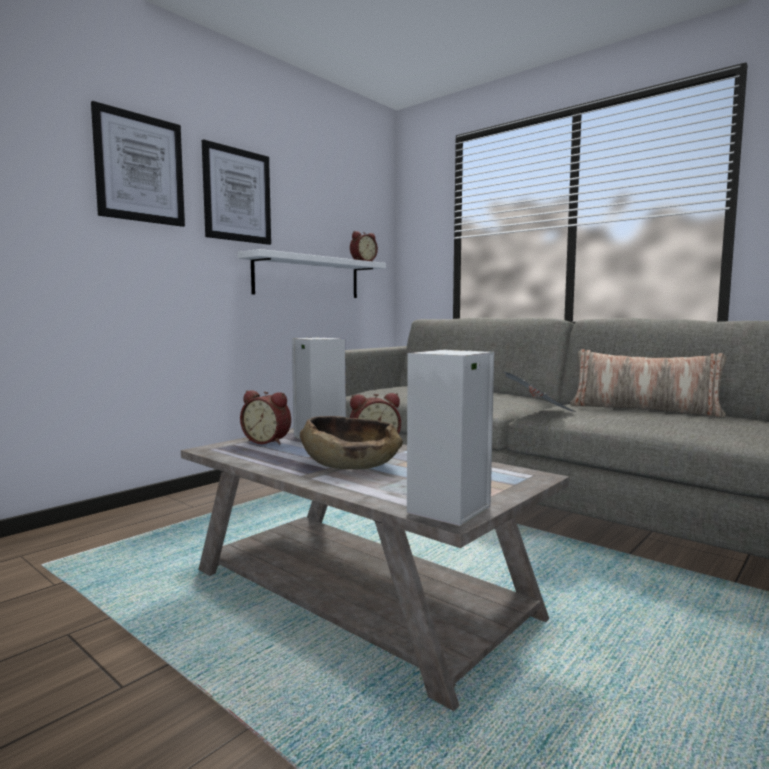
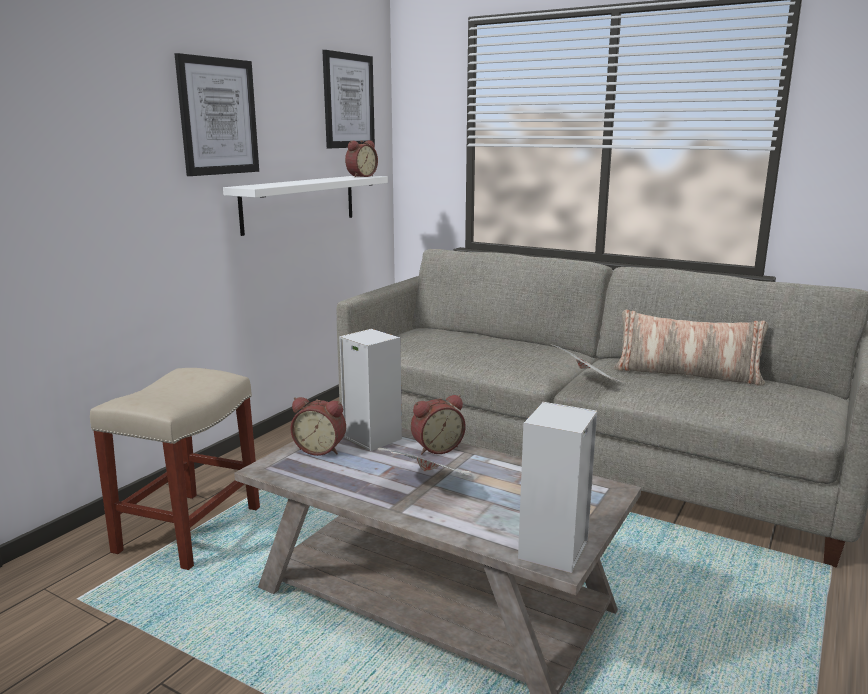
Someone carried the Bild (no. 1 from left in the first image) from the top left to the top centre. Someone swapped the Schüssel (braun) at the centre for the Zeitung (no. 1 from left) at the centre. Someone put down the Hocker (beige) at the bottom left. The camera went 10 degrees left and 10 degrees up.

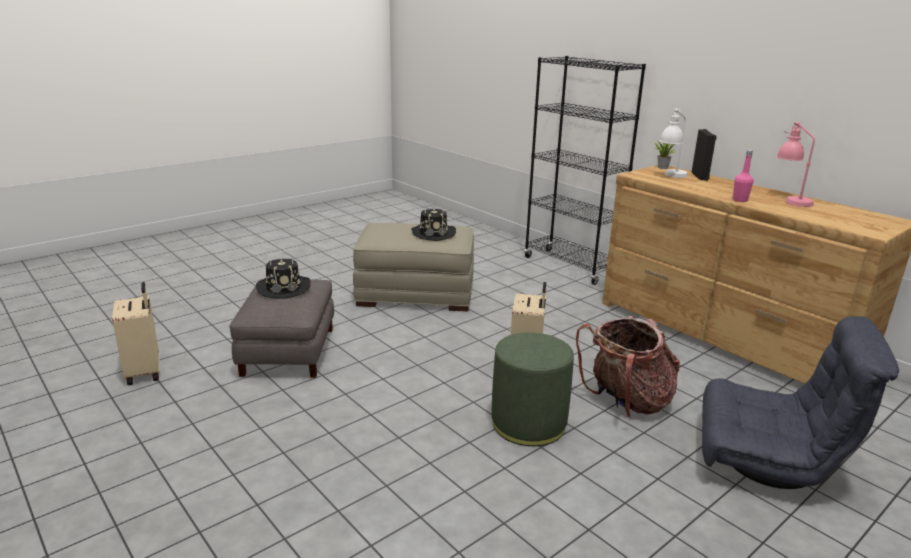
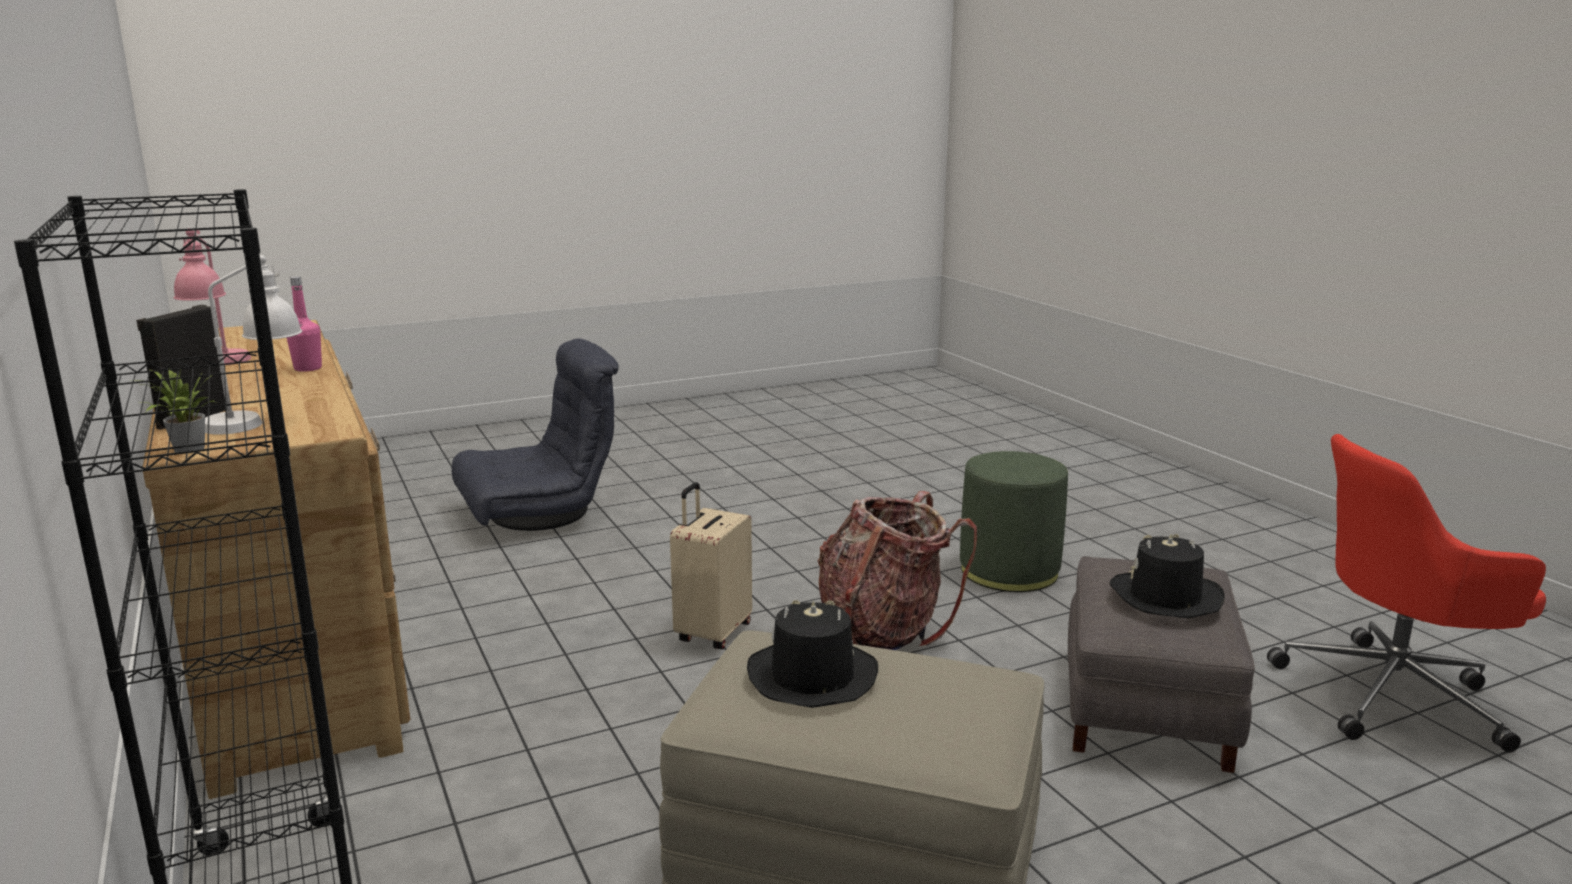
Someone swapped the Koffer (beige) (no. 1 from left) at the middle left for the Bürostuhl (rot) at the bottom right. Someone carried the Rucksack from the middle right to the centre. Someone rotated the Sessel (grau) at the bottom right by 120 degrees clockwise. Someone carried the Polsterhocker (grün) from the bottom centre to the centre. The camera went 165 degrees left and 5 degrees down.

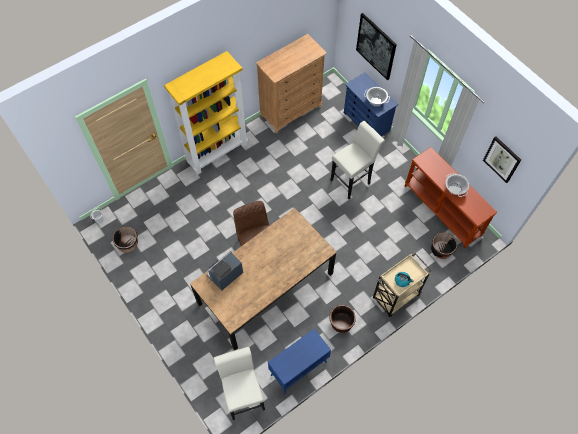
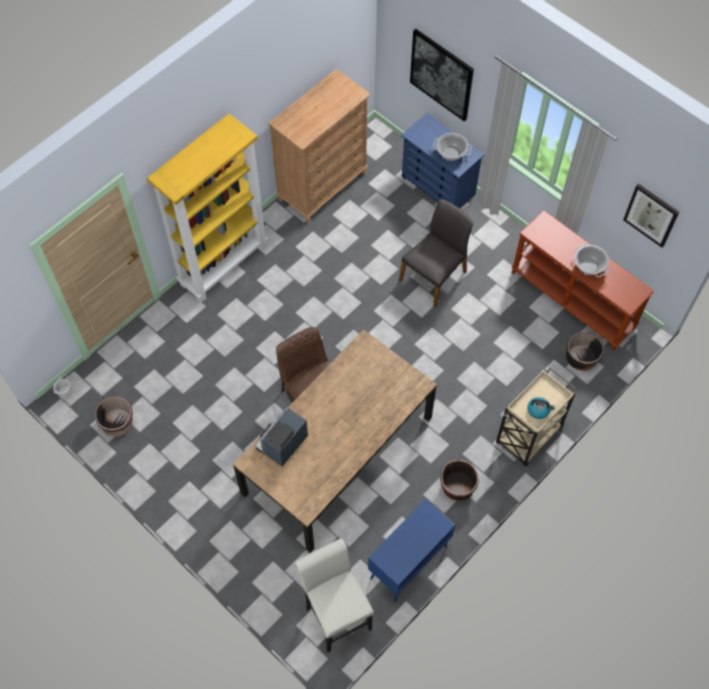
Someone swapped the Hocker (weiß) (no. 2 from left) at the centre for the Stuhl (grau) at the centre. The camera went 10 degrees left and 0 degrees up.

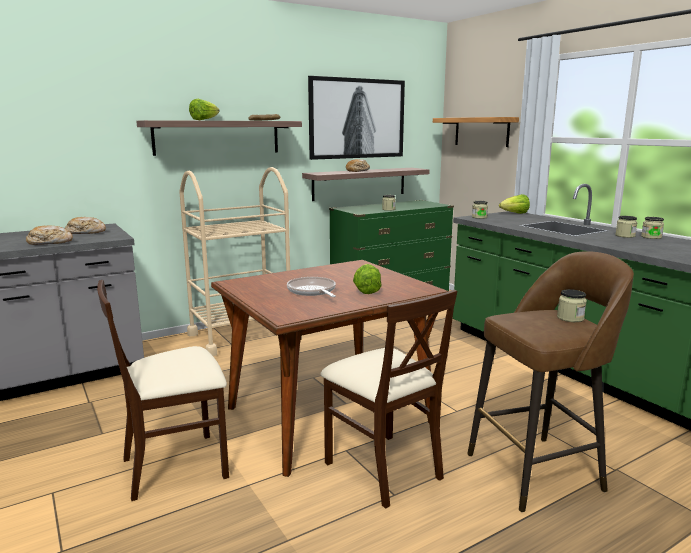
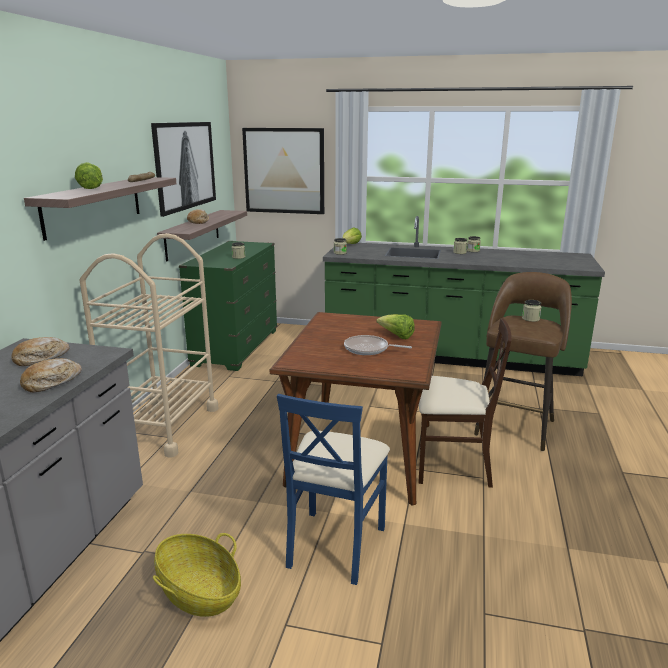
Someone swapped the Wandregal (no. 3 from left) at the top right for the Bild (no. 2 from left) at the top centre. Someone repainted the Stuhl (beige) (no. 1 from left) at the bottom left, which became the Stuhl (blau) at the bottom centre. Someone put down the Korb at the bottom left. The camera went 45 degrees left and 5 degrees up.

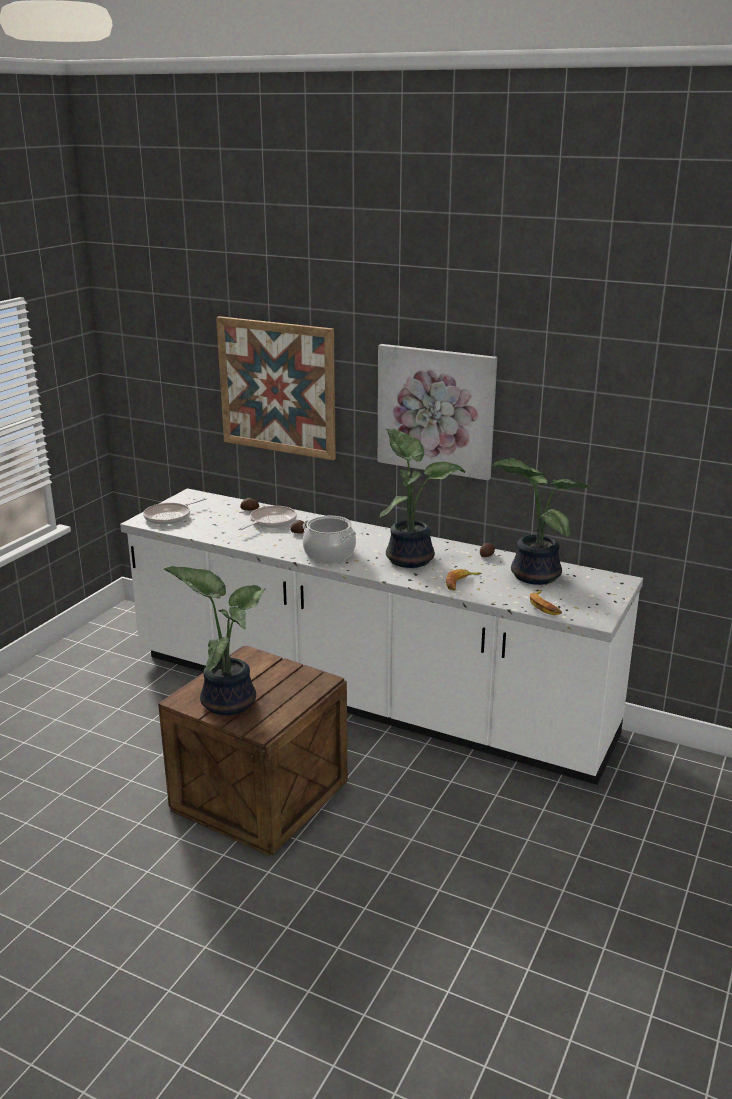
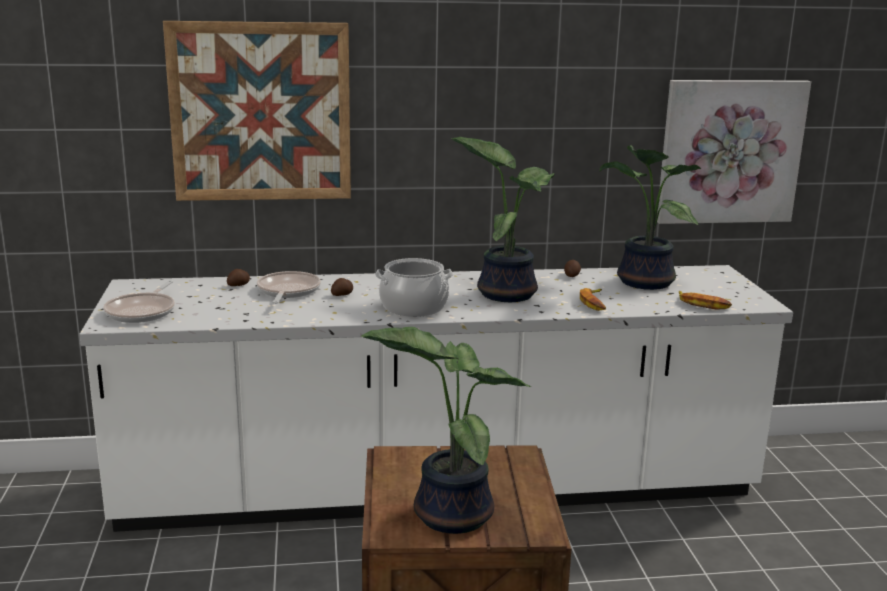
Someone carried the Bild (no. 2 from left) from the centre to the top right. The camera went 35 degrees left and 5 degrees down.

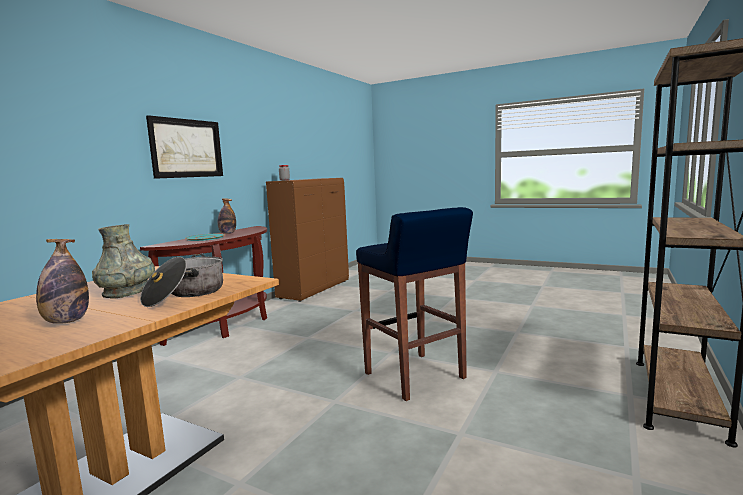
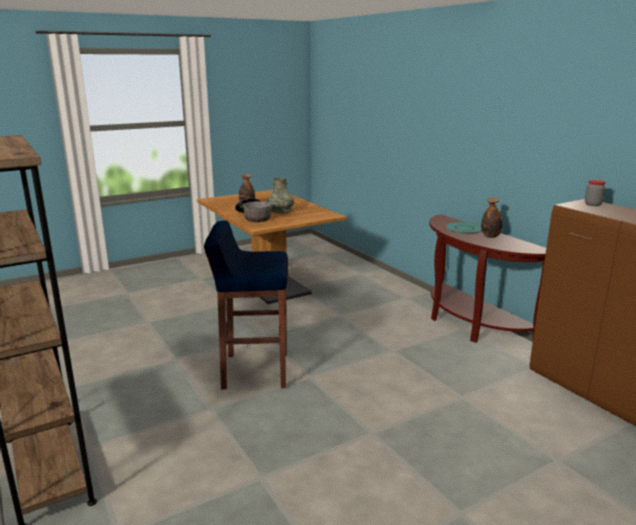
Someone took away the Bild at the top left. The camera went 120 degrees right and 10 degrees up.

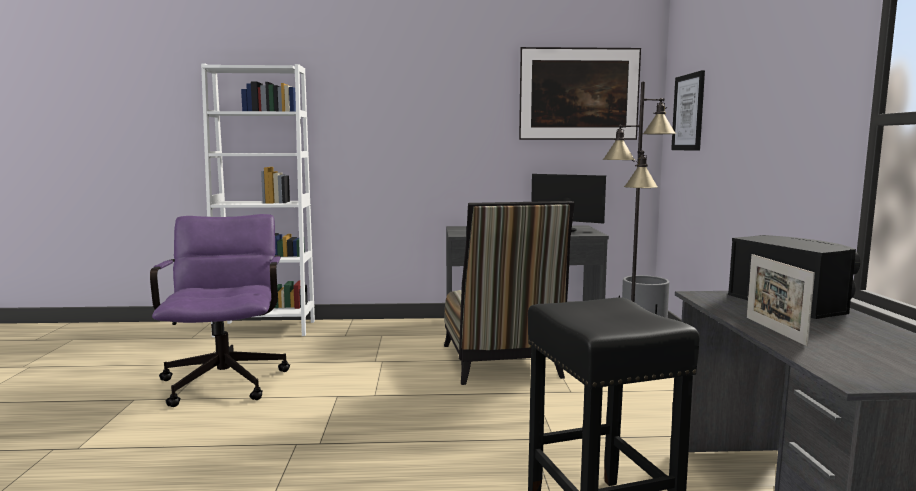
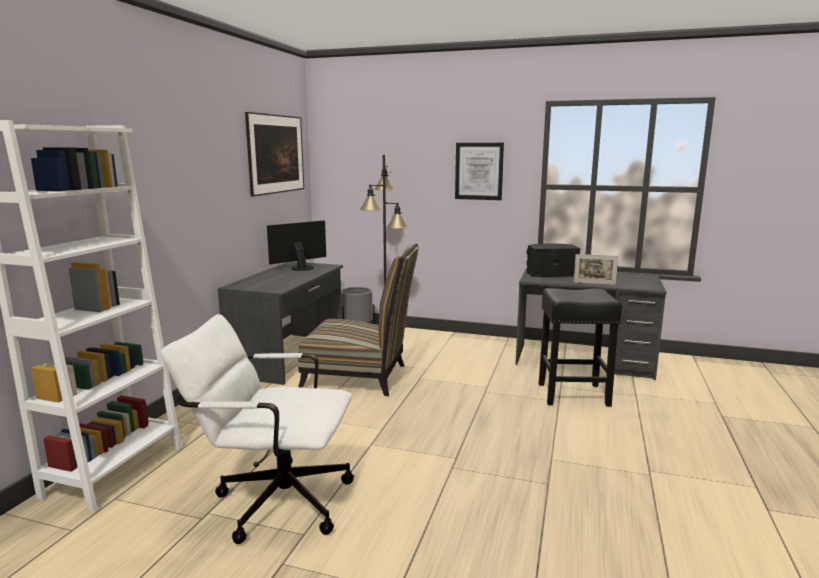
Someone carried the Bild (no. 2 from left) from the top right to the top centre. Someone repainted the Bürostuhl (lila) at the middle left, which became the Bürostuhl (weiß) at the bottom left. The camera went 70 degrees left and 5 degrees up.

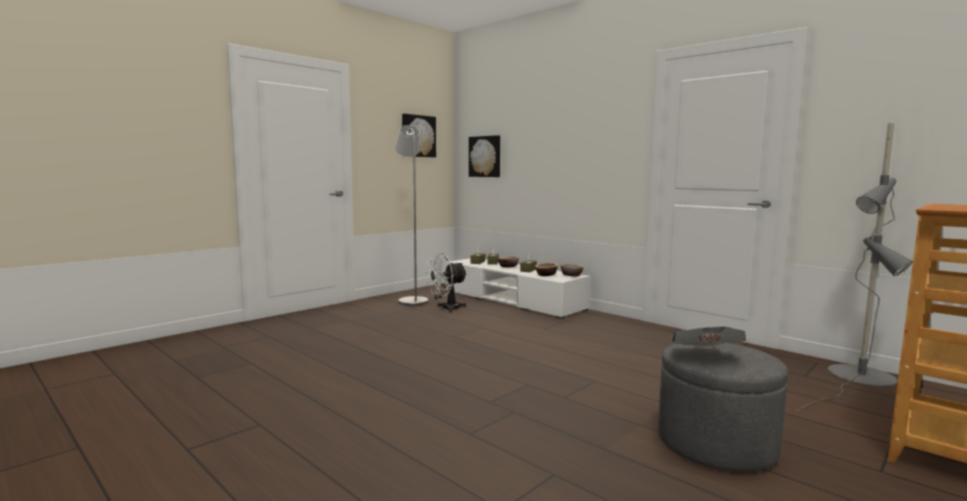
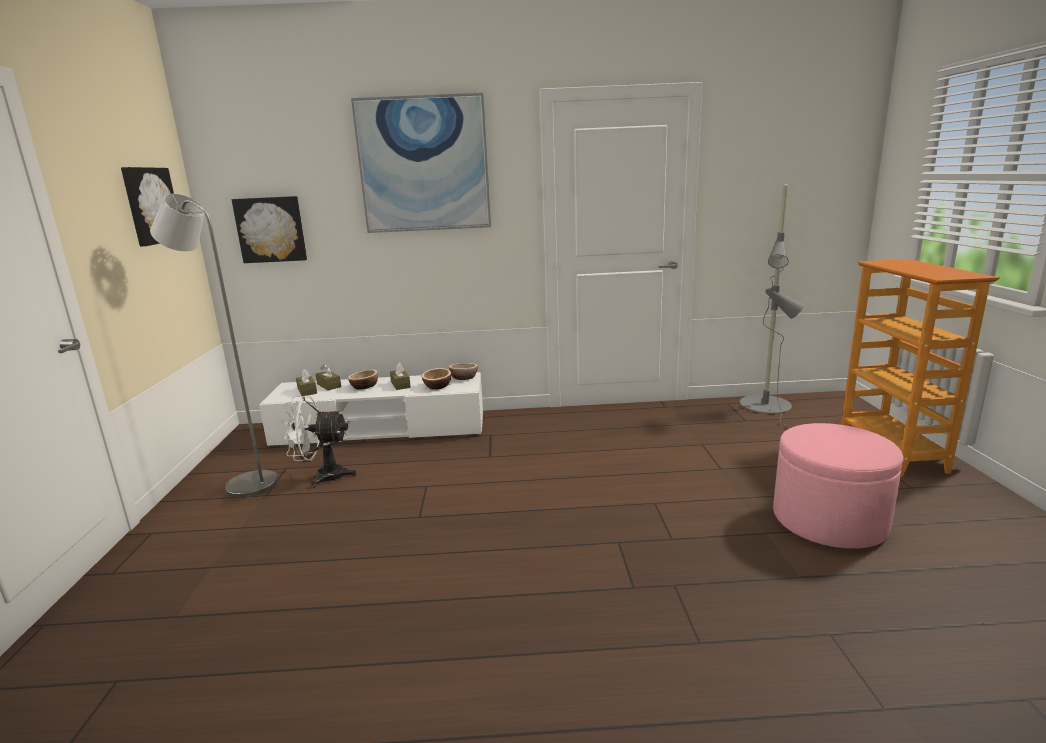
Someone rotated the Ventilator (weiß) at the centre by 75 degrees clockwise. Someone took away the Zeitung at the bottom right. Someone repainted the Polsterhocker (grau) at the bottom right, which became the Polsterhocker (rosa) at the middle right. Someone put up the Bild (no. 3 from left) at the top centre. The camera went 45 degrees left and 10 degrees up.

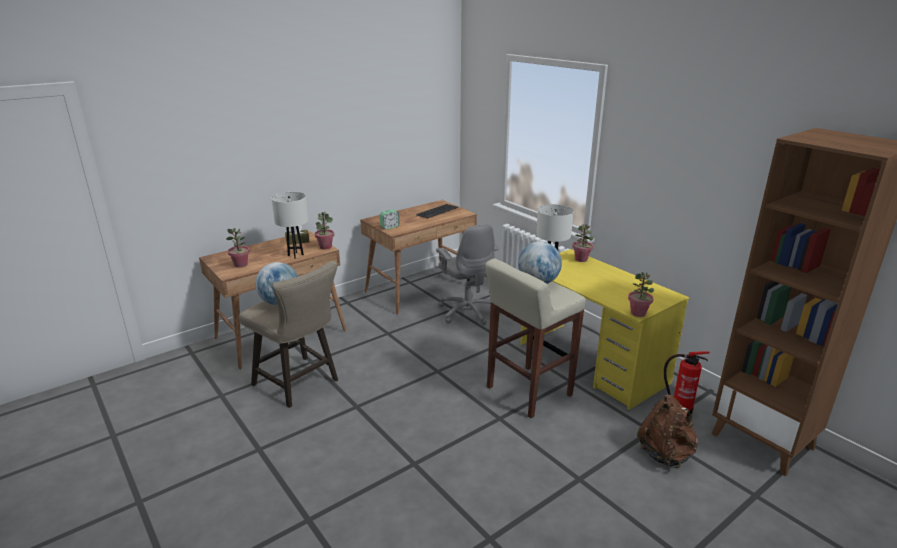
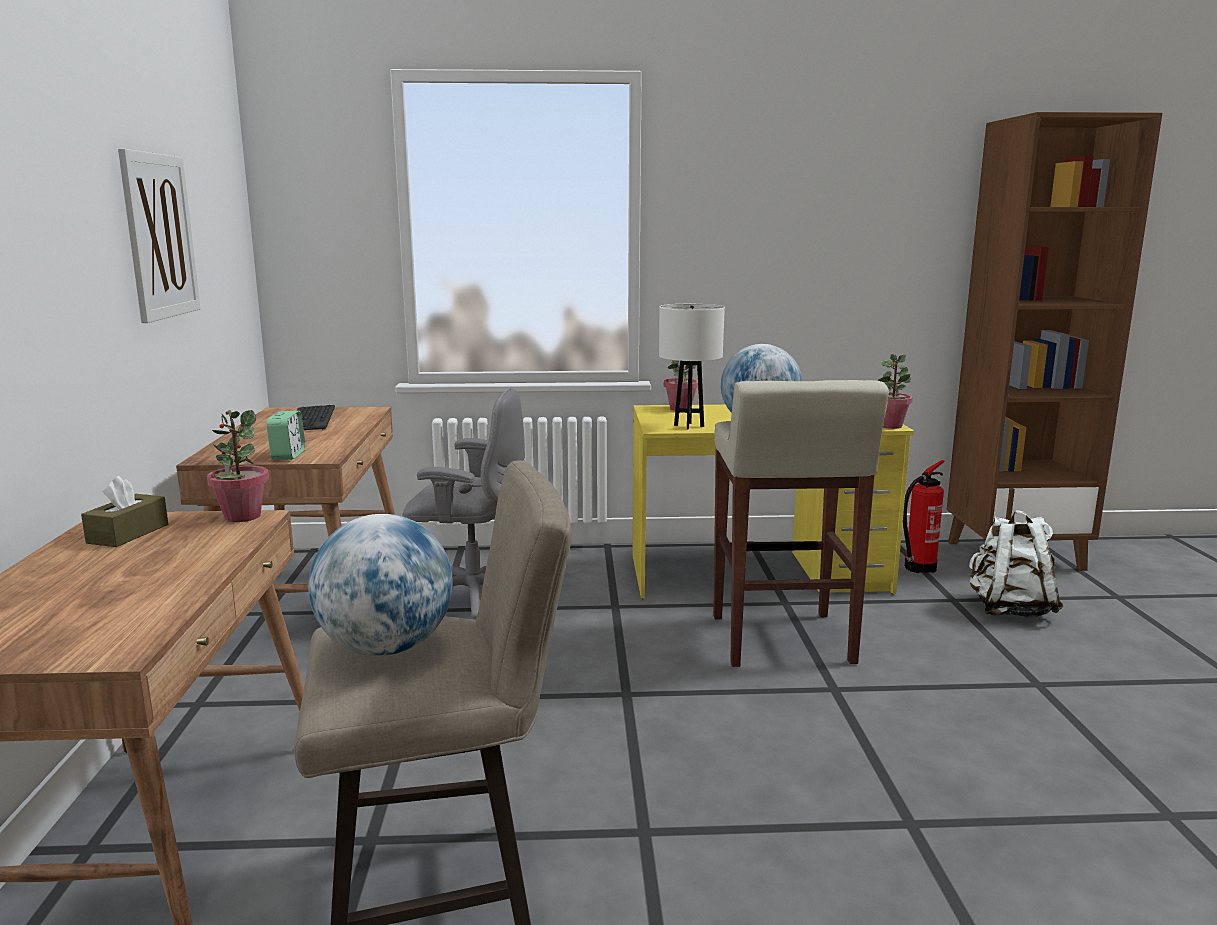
Someone took away the Tischlampe (weiß) (no. 1 from left) at the middle left. Someone took away the Topfpflanze (no. 1 from left) at the middle left. Someone repainted the Rucksack (braun) at the bottom right, which became the Rucksack (weiß) at the middle right. Someone put up the Bild at the top left. The camera went 55 degrees left and 10 degrees down.

